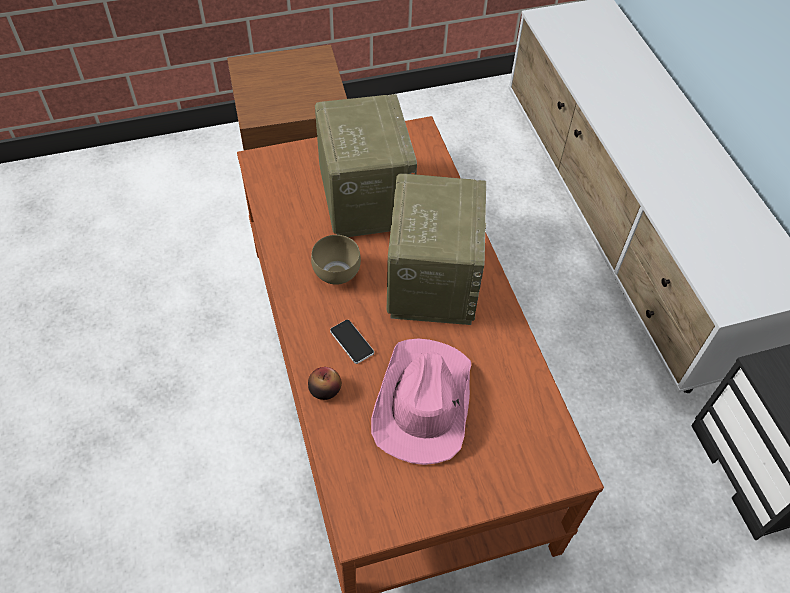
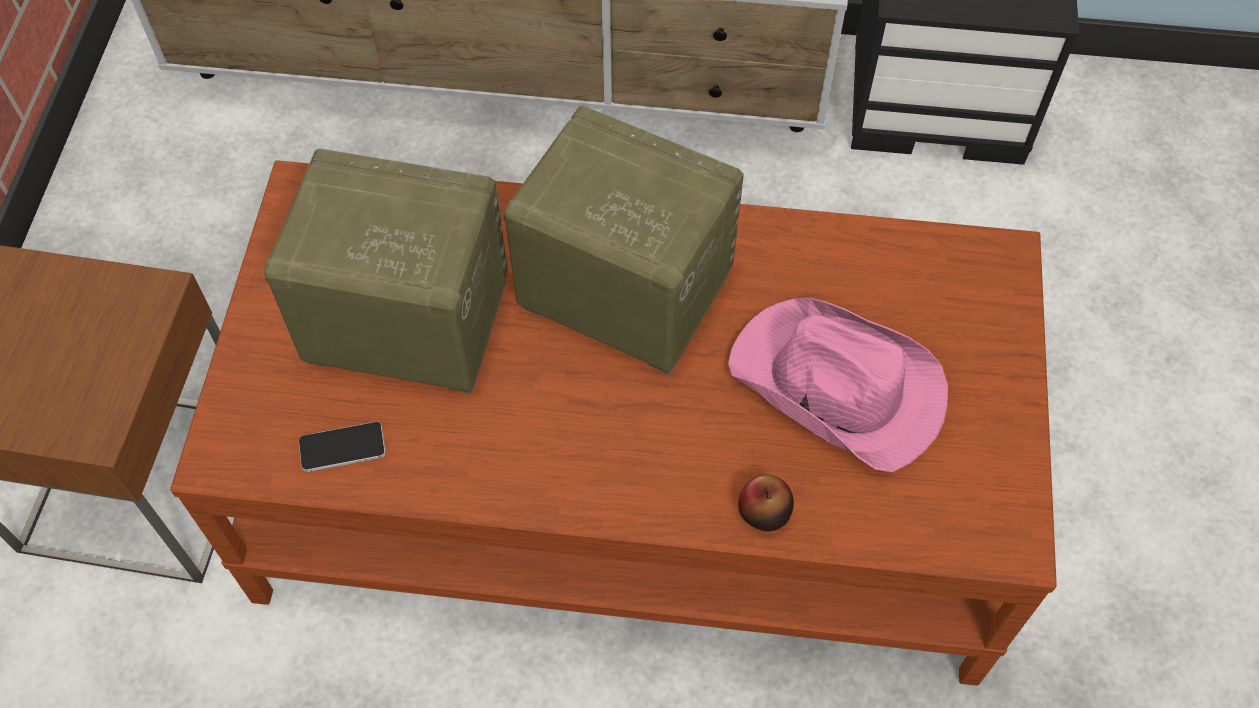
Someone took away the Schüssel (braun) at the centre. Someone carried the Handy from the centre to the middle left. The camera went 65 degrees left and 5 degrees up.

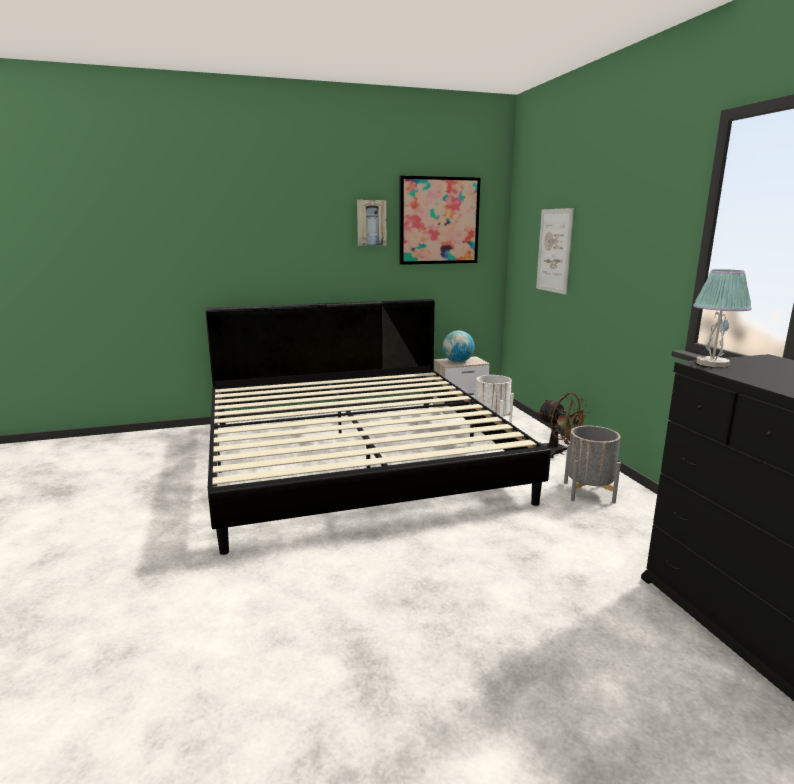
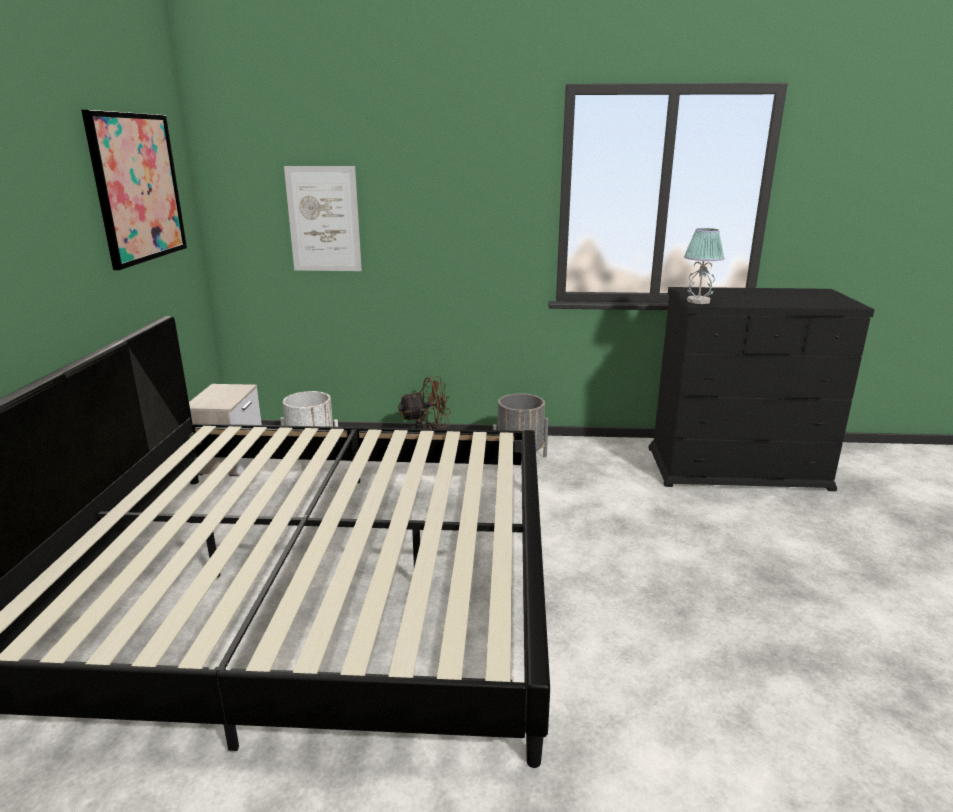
Someone took away the Bild (no. 1 from left) at the top centre. Someone took away the Globus at the centre. The camera went 70 degrees left and 5 degrees up.

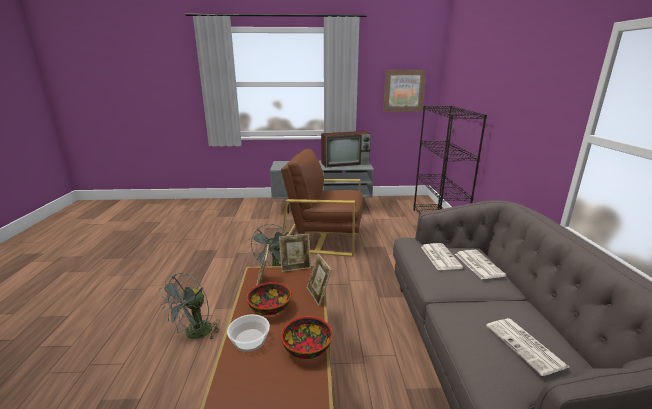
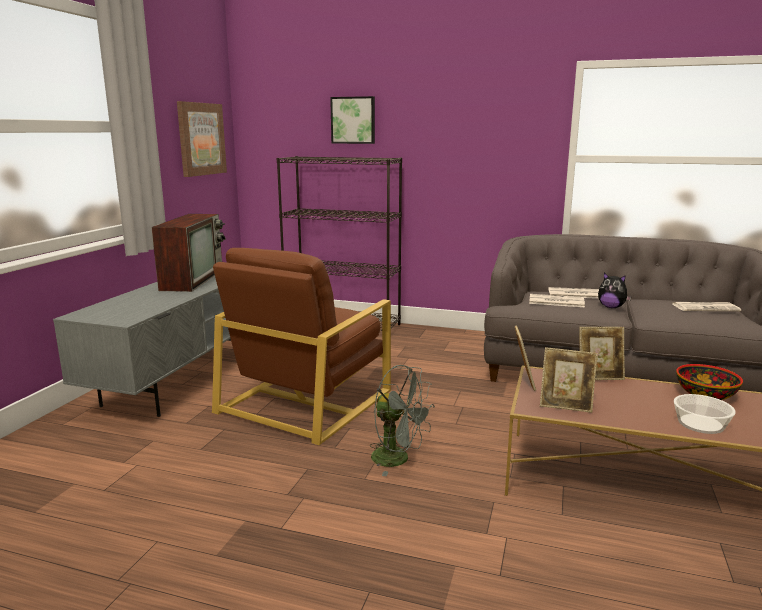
Someone took away the Ventilator (grau) (no. 1 from left) at the bottom left. Someone took away the Schüssel (no. 2 from left) at the bottom centre. Someone put up the Bild (no. 2 from left) at the top centre. Someone put down the Plüschtier at the middle right. The camera went 70 degrees left and 5 degrees down.

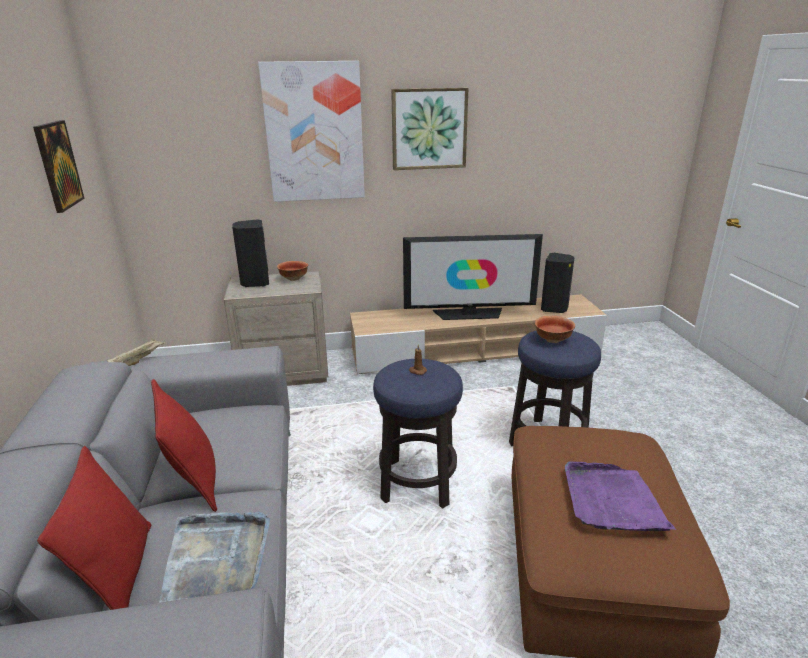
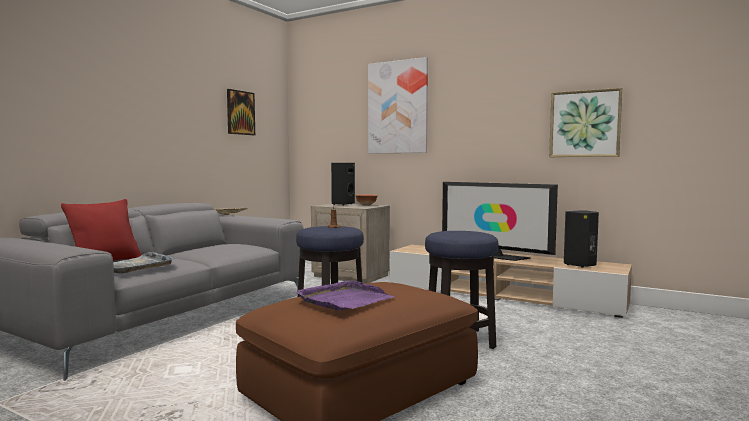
Someone carried the Bild (no. 3 from left) from the top centre to the top right. Someone took away the Schüssel (no. 2 from left) at the middle right. Someone took away the Kissen (rot) (no. 2 from left) at the bottom left. The camera went 40 degrees right and 20 degrees down.

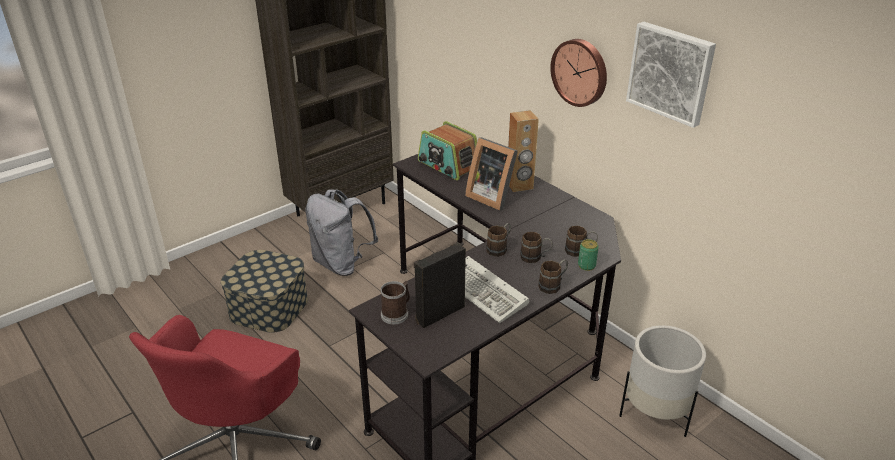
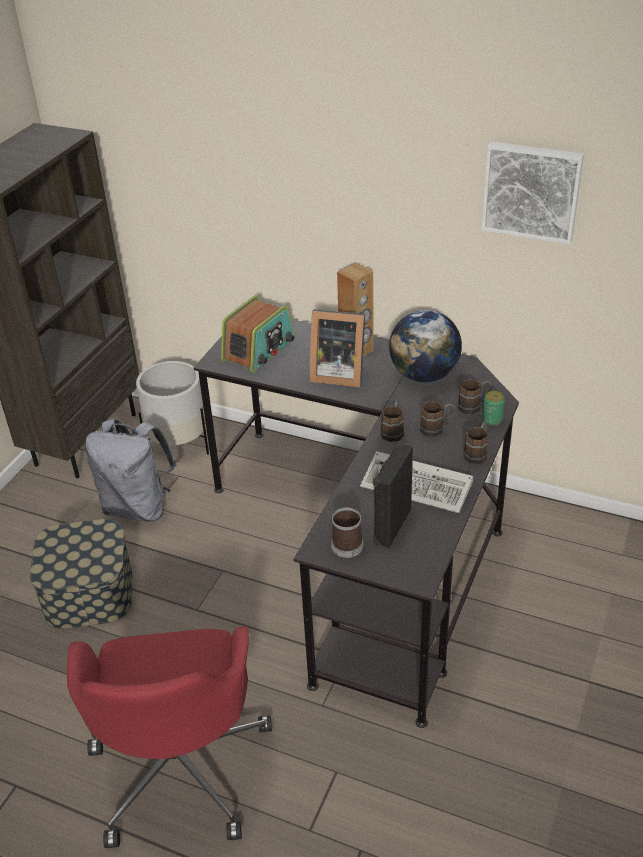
Someone took away the Wanduhr at the top centre. Someone rotated the Radio at the top centre by 75 degrees counterclockwise. Someone carried the Pflanzkübel (weiß) from the bottom right to the middle left. Someone put down the Globus at the centre. The camera went 25 degrees left and 5 degrees up.

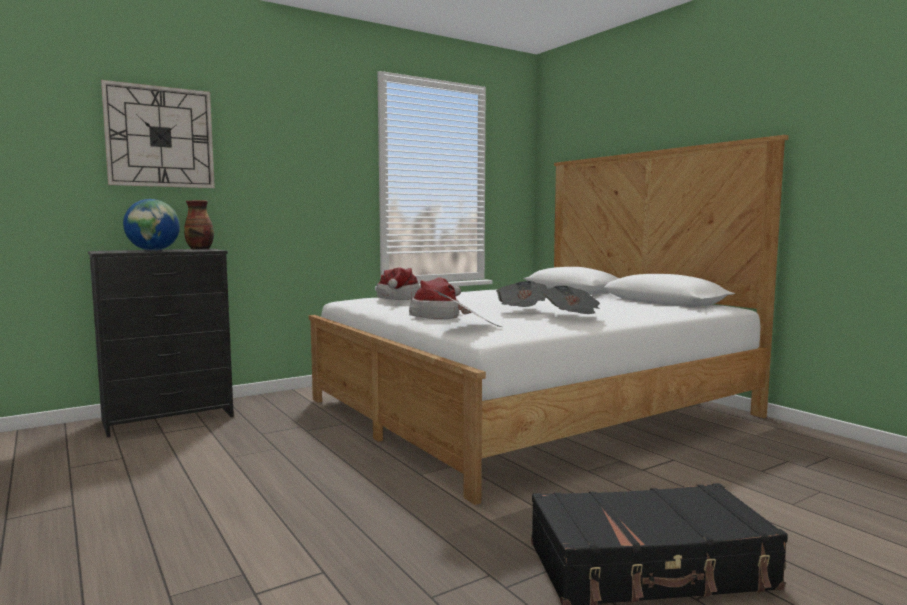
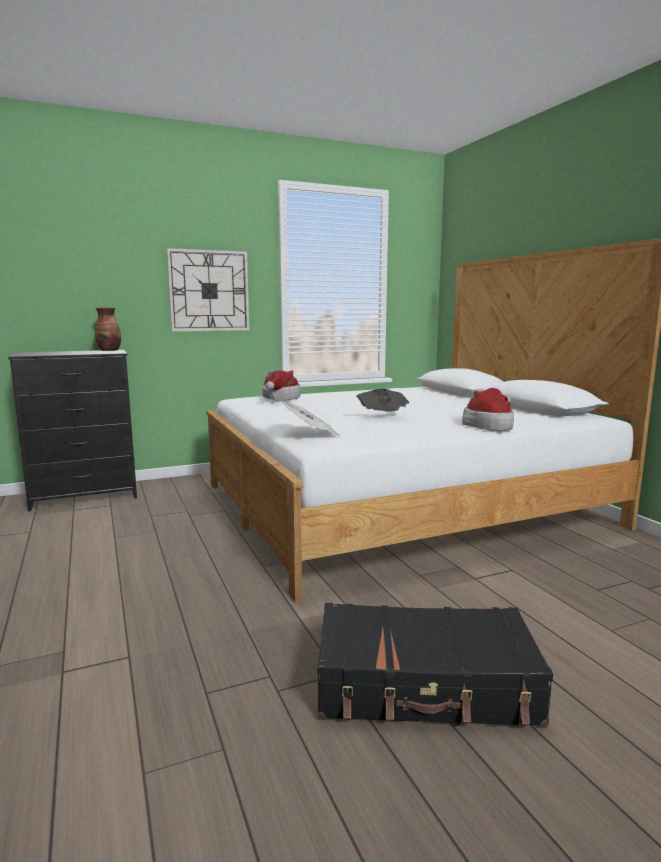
Someone carried the Wanduhr from the top left to the middle left. Someone took away the Globus at the middle left. Someone carried the Hut (no. 2 from left) from the centre to the middle right. Someone took away the Zeitung (no. 3 from left) at the centre. The camera went 10 degrees right and 5 degrees up.

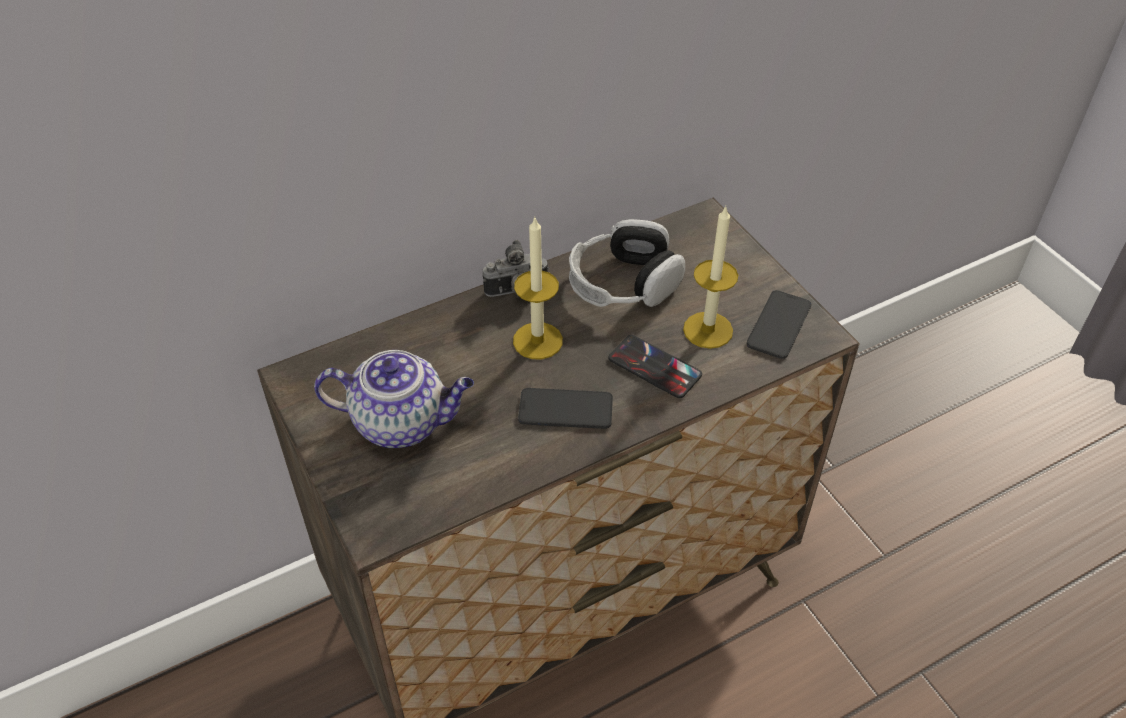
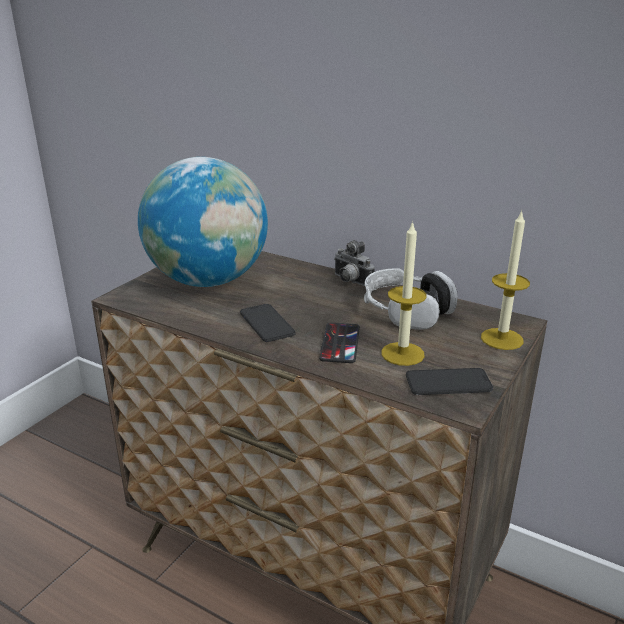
Someone carried the Kerze (no. 1 from left in the first image) from the centre to the middle right. Someone swapped the Teekanne at the centre for the Globus at the middle left. The camera went 60 degrees right and 20 degrees down.

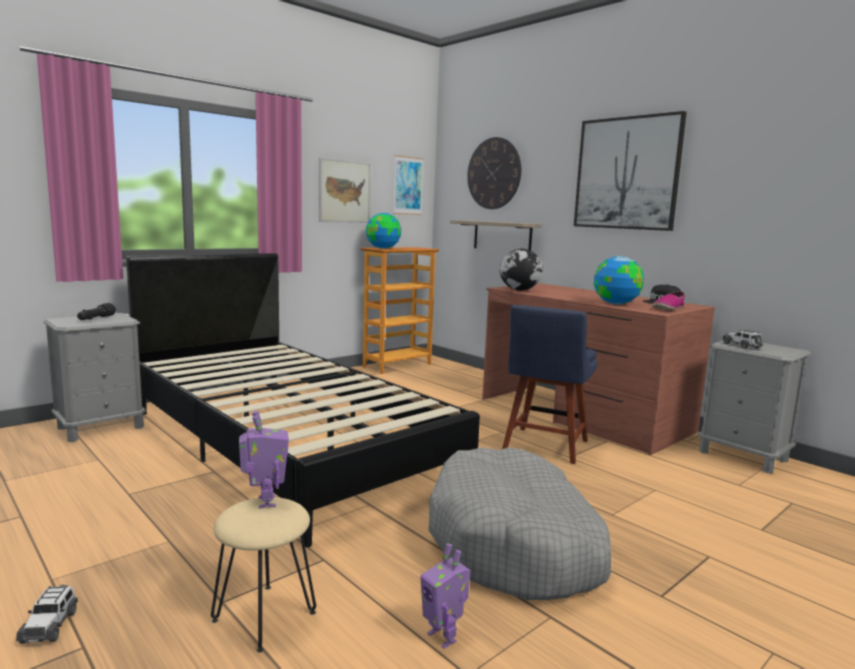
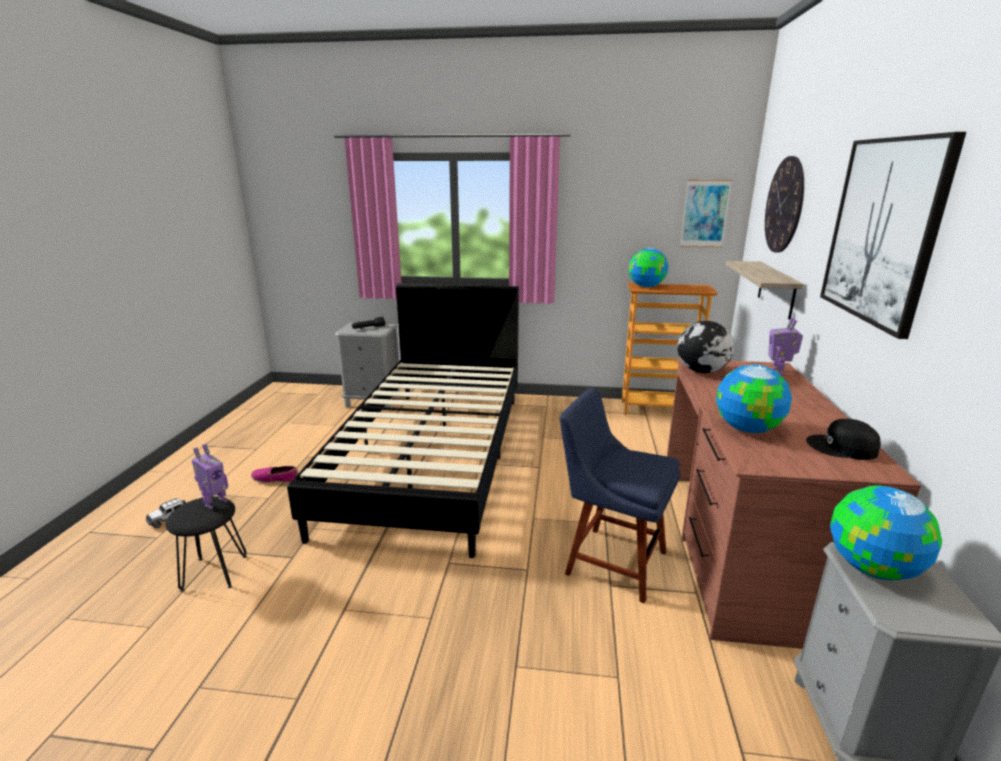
Someone took away the Bild (no. 1 from left) at the top centre. Someone carried the Schuh from the middle right to the middle left. Someone rotated the Stuhl (blau) at the centre by 45 degrees clockwise. Someone swapped the Spielzeugauto (no. 2 from left) at the middle right for the Globus (no. 4 from left) at the bottom right. Someone took away the Hundebett (grau) at the bottom centre. Someone repainted the Hocker (beige) at the bottom left, which became the Hocker (schwarz) at the bottom left. Someone carried the Spielzeugroboter (no. 2 from left) from the bottom centre to the middle right. The camera went 50 degrees right and 10 degrees up.

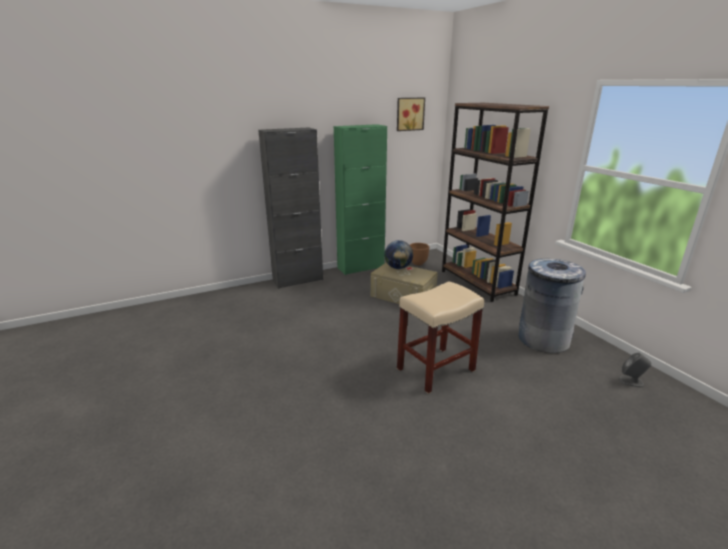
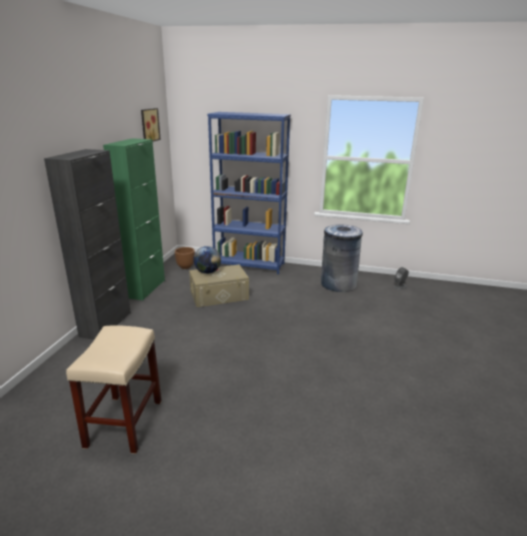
Someone repainted the Bücherregal (braun) at the middle right, which became the Bücherregal (blau) at the centre. Someone carried the Hocker (beige) from the centre to the bottom left. The camera went 50 degrees left and 0 degrees up.

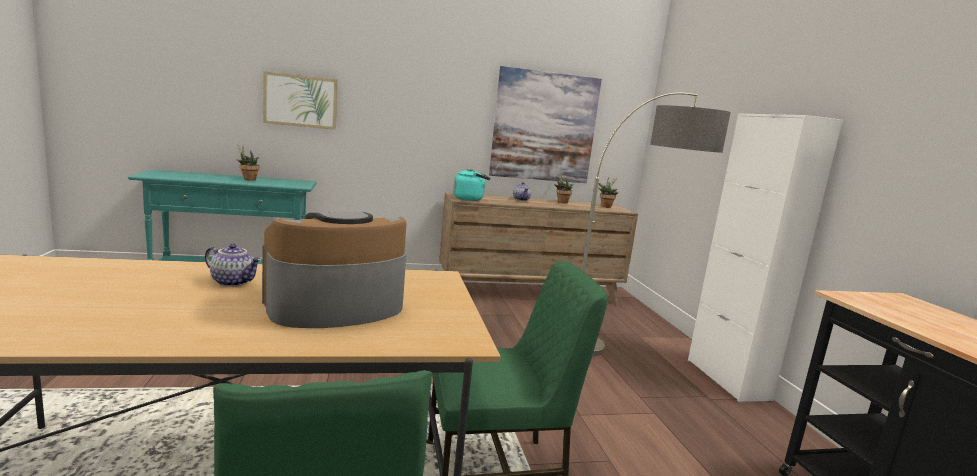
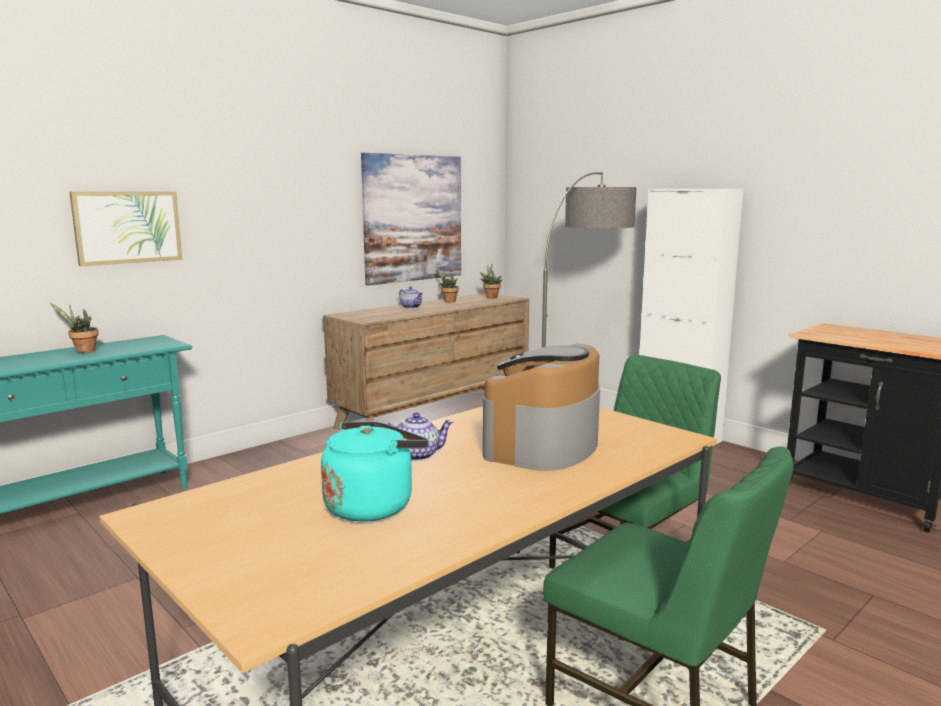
Someone carried the Wasserkessel (türkis) from the centre to the bottom centre. The camera went 30 degrees left and 0 degrees up.

